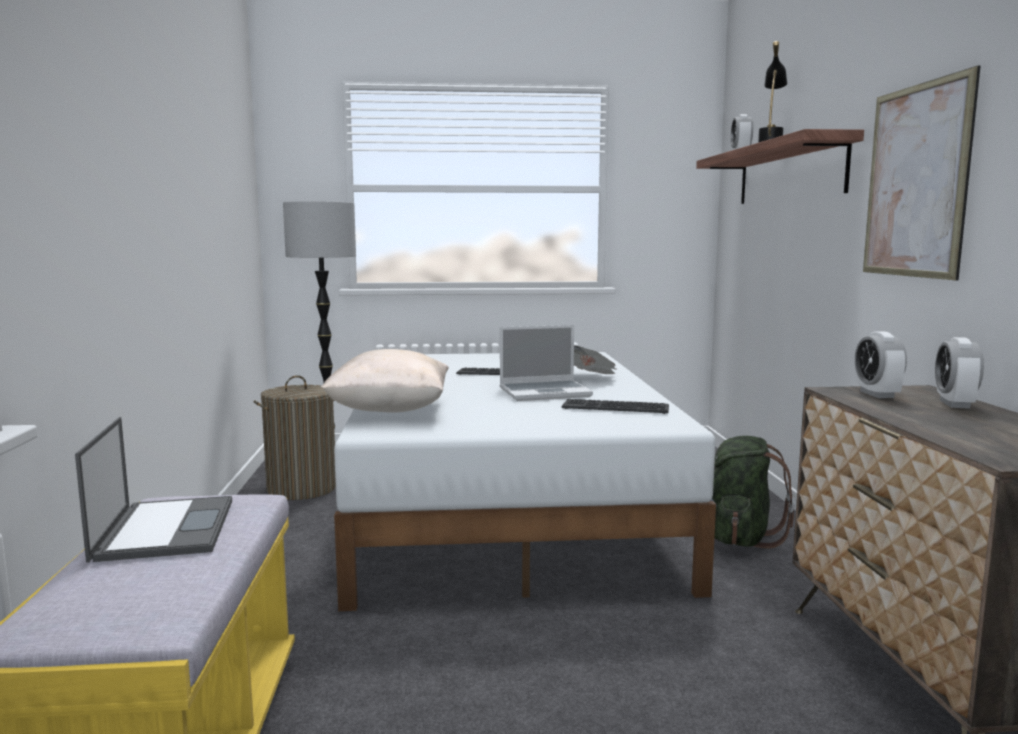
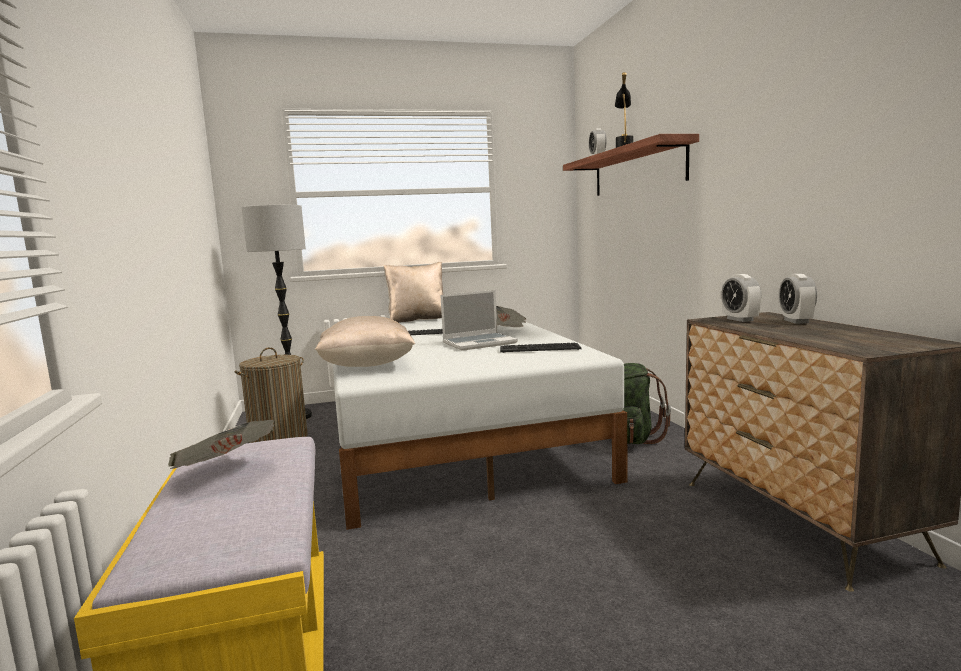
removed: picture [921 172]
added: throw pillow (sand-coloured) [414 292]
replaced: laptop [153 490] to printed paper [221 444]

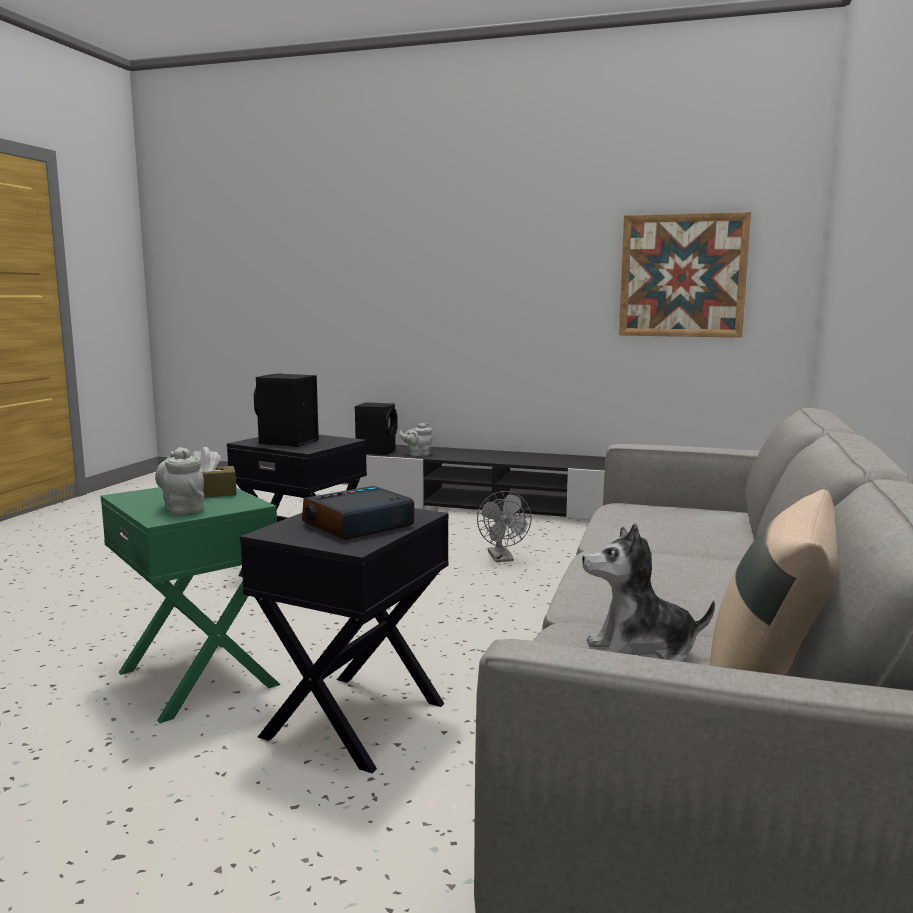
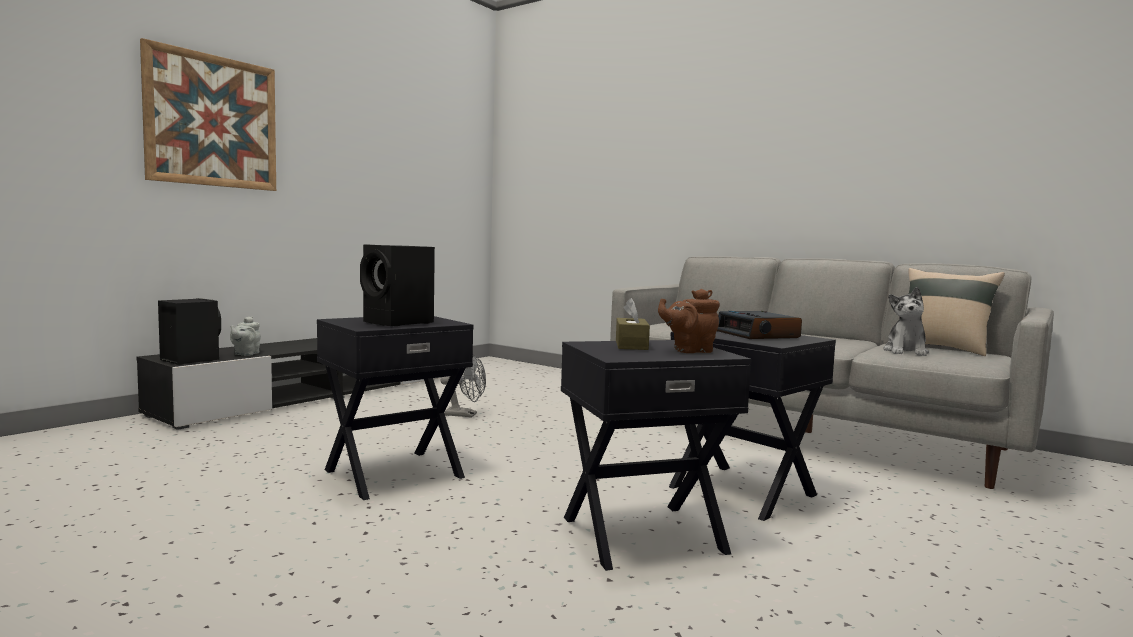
moved: picture [685 275] to [208 114]
recoloured: side table (green-coloured) [191 605] to side table (blackish) [656 455]; pot for tea (greyish) [180 481] to pot for tea (brownish) [689 321]

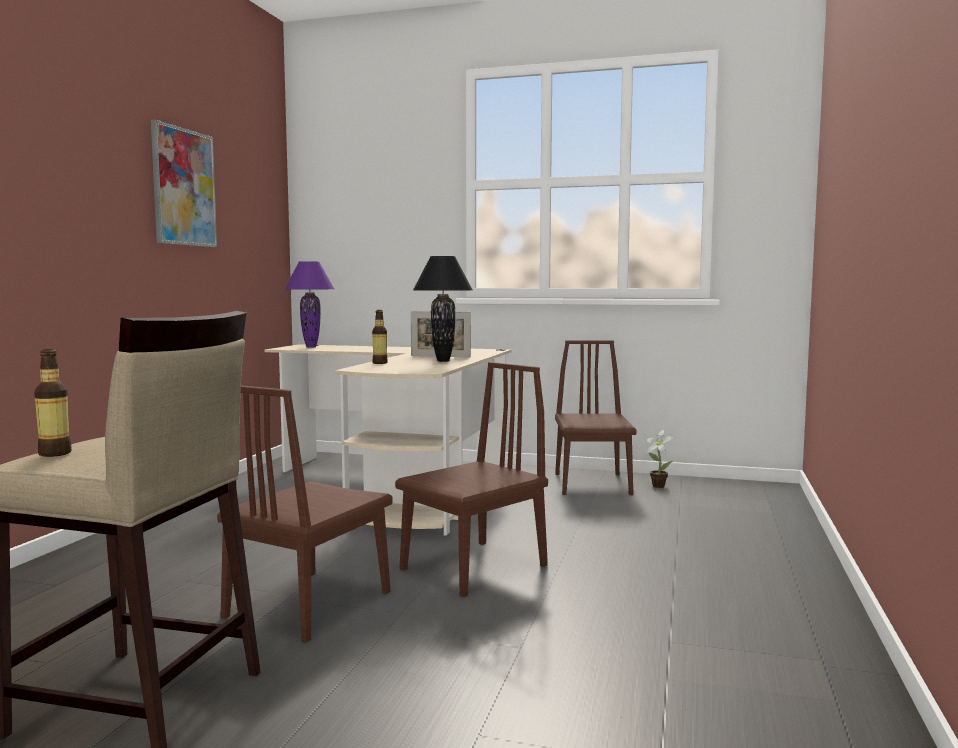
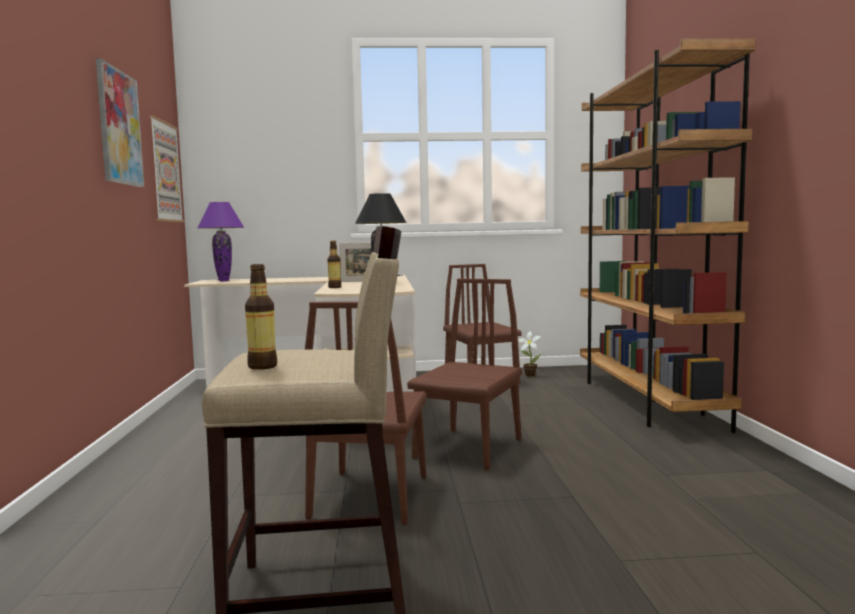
added: picture [166 168]; bookcase (brownish) [668 235]

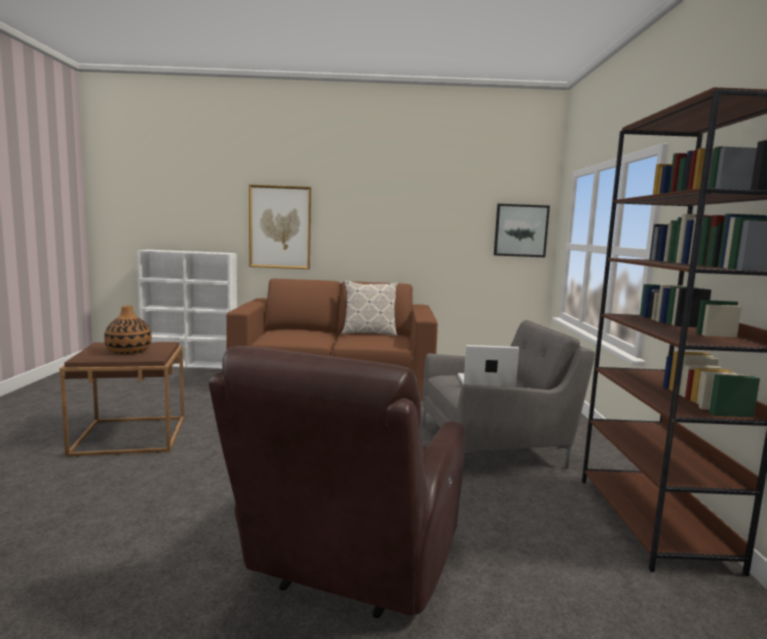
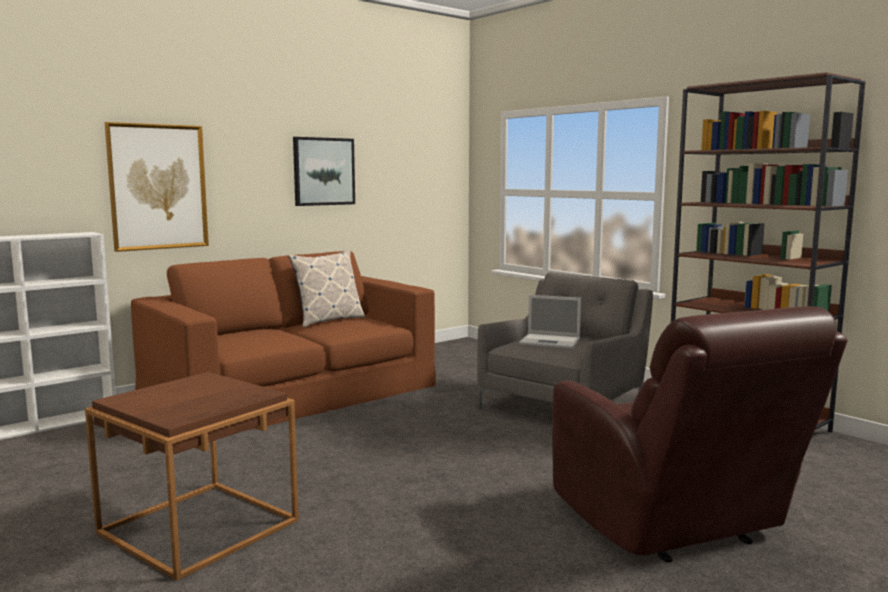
removed: decorative vase [128 330]
moved: picture [522 230] to [324 171]
turned: laptop [488 366] = [550 322] 120 degrees counterclockwise

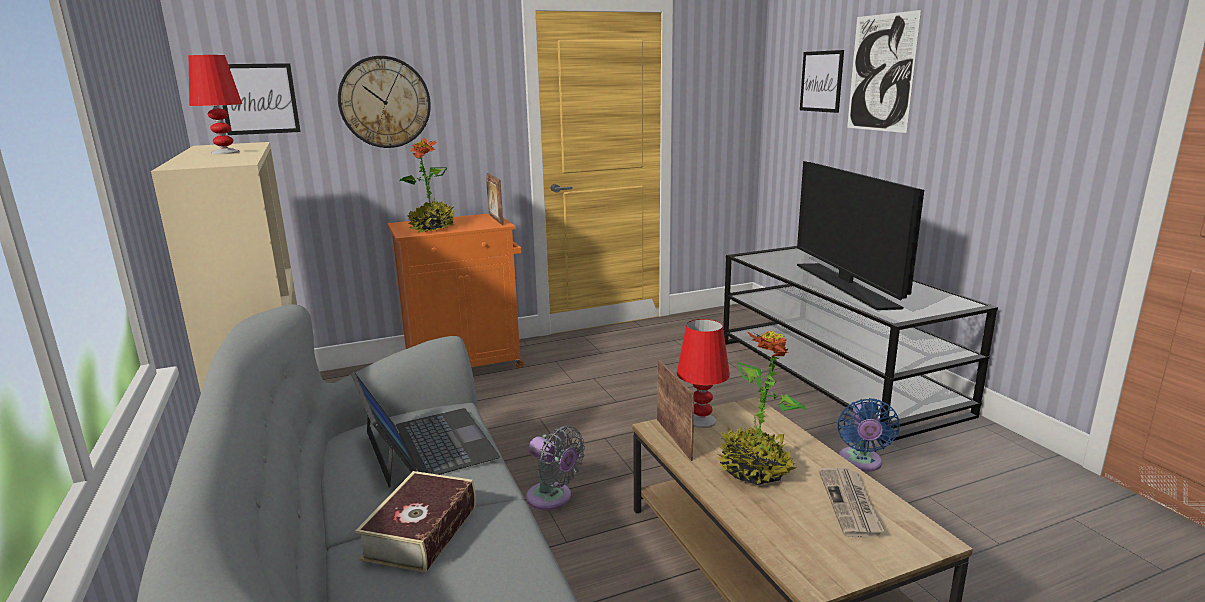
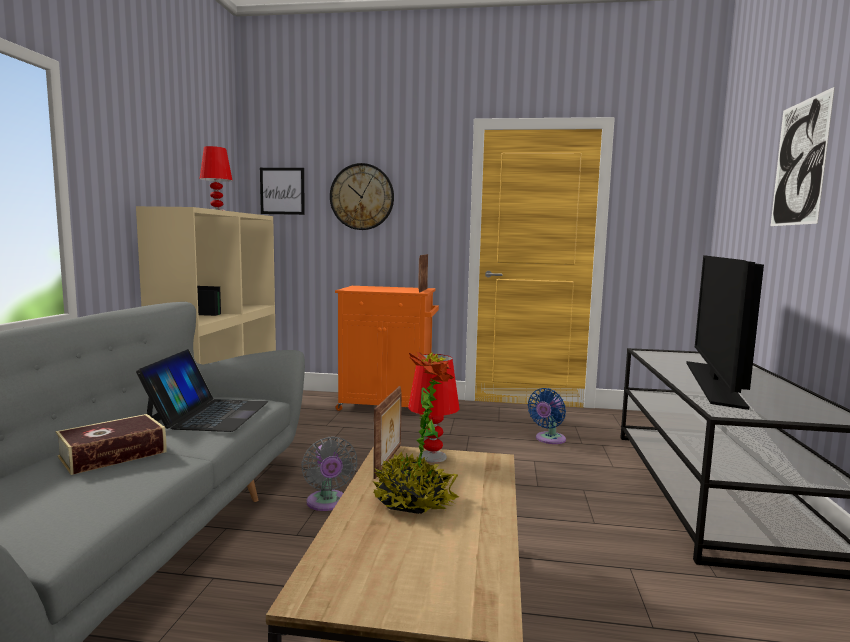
removed: potted plant [427 185]; picture [822 81]; printed paper [851 503]
moved: electric fan (blue-coloured) [869 435] to [547 416]

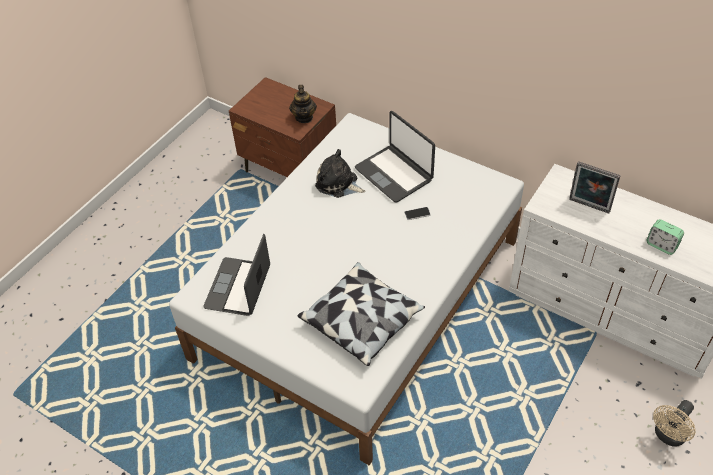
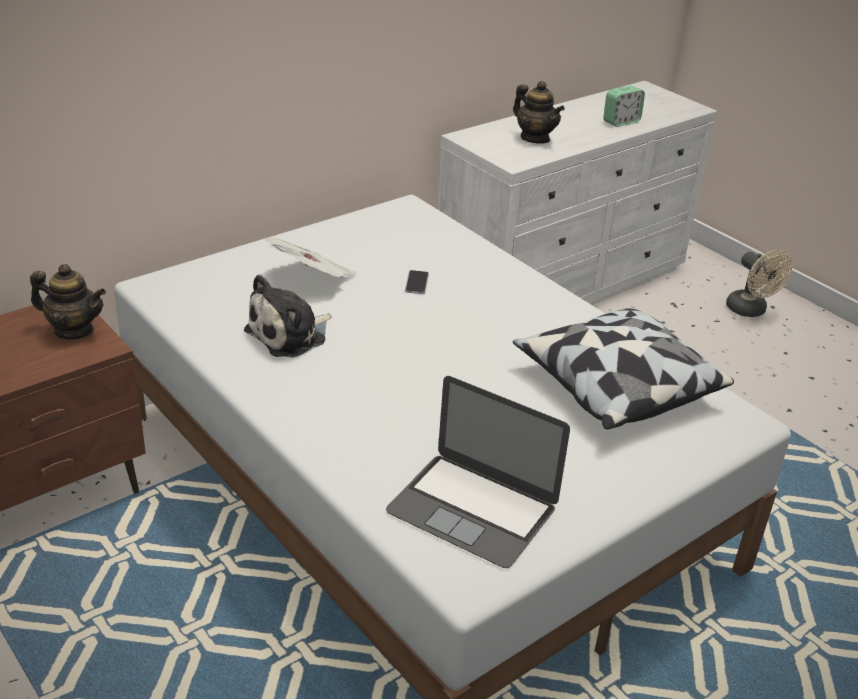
replaced: laptop [395 157] to printed paper [311 257]; photo frame [595 187] to pot for tea [539 112]

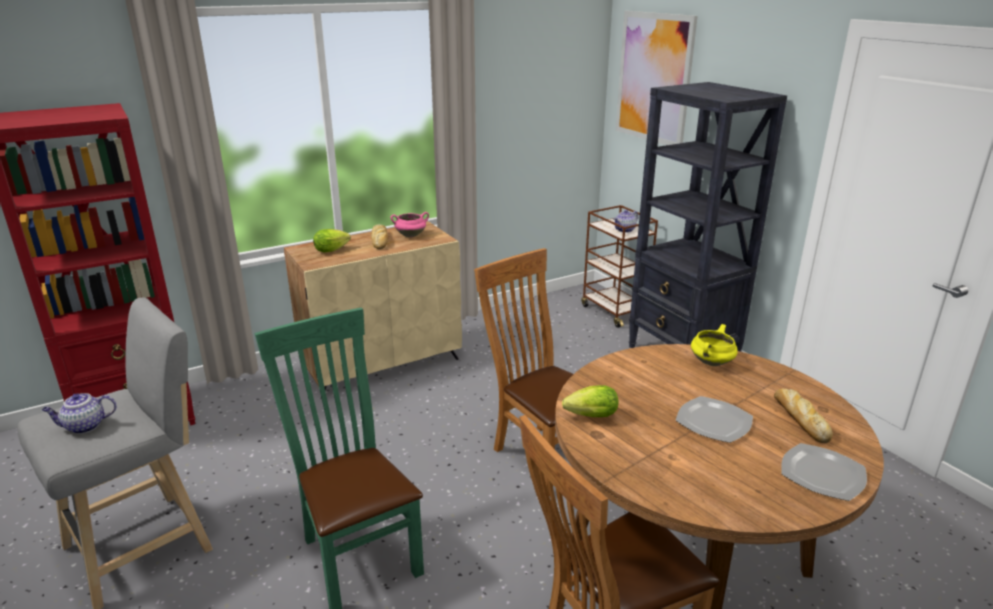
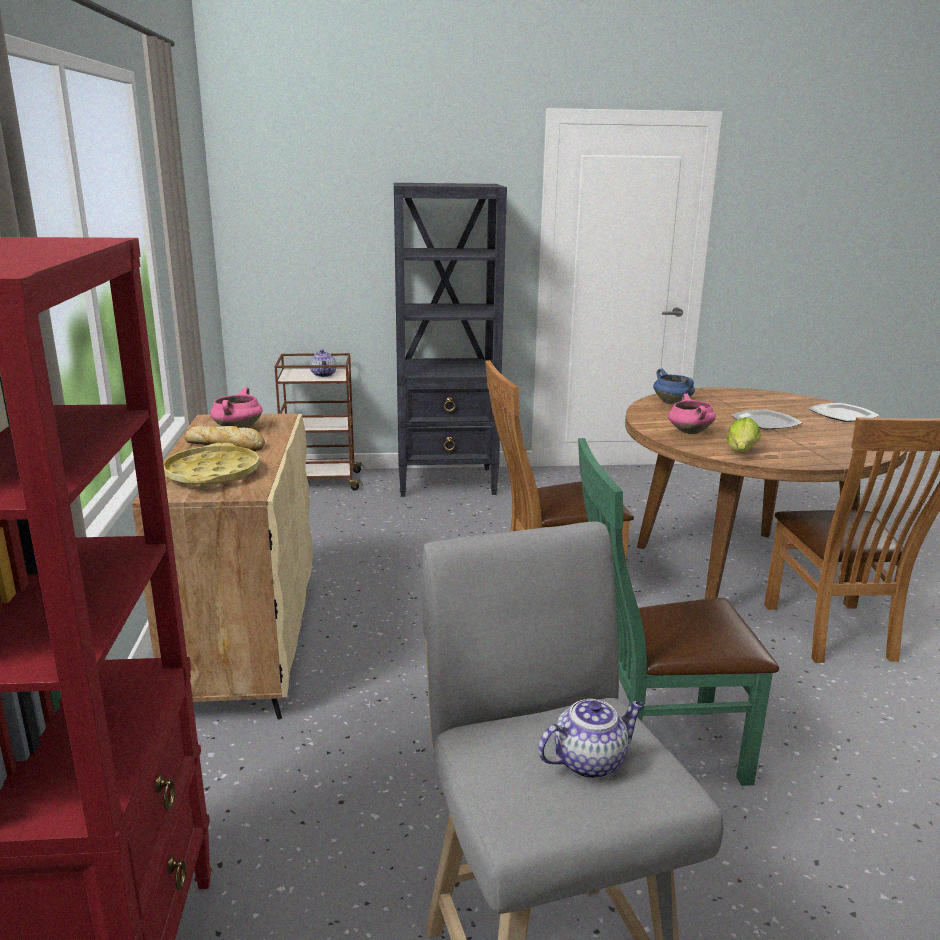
removed: picture [657 78]; bakery bread [803 415]
added: stockpot (pink) [692 414]
replaced: lettuce head [332 240] to serving tray (yellow) [211 464]
recoloured: stockpot (yellow) [714 345] to stockpot (blue-coloured) [674 387]
turned: pot for tea [79 413] = [591 739] 120 degrees counterclockwise

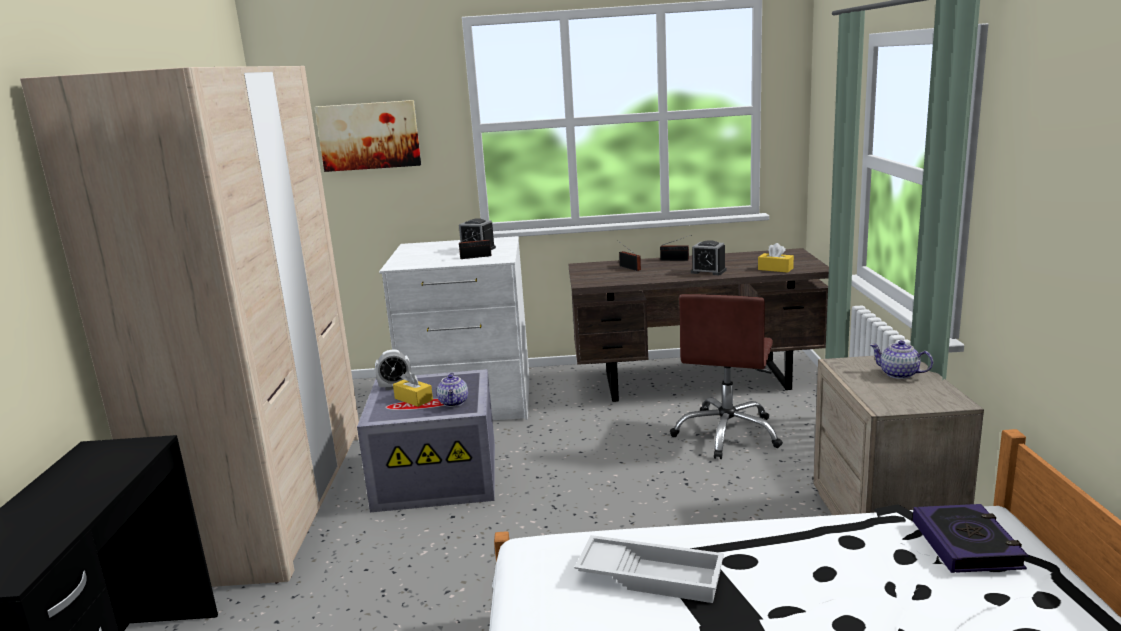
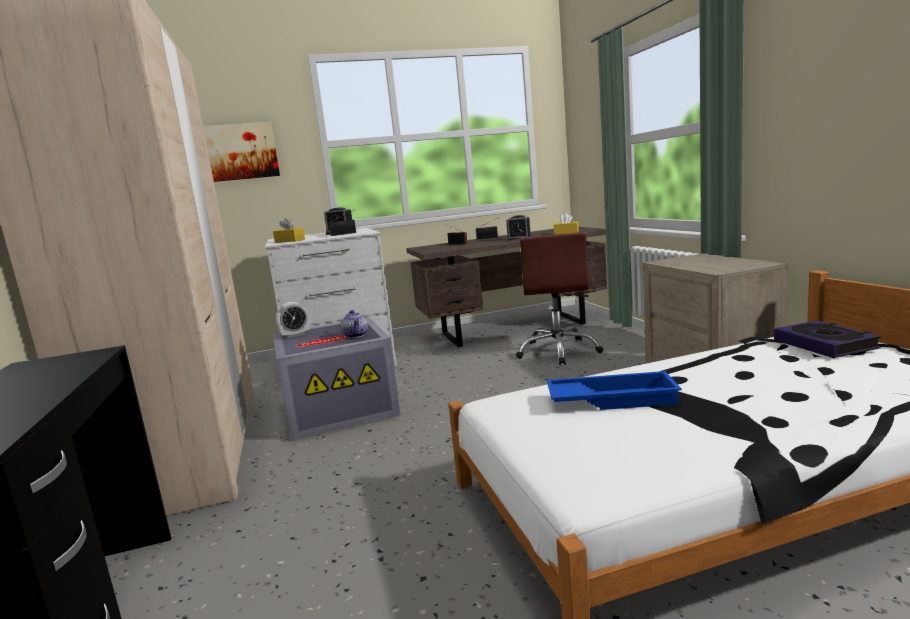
removed: pot for tea [901 359]
moved: tissue holder (yellow) [413 388] to [289 230]
recoloured: serving tray (white-coloured) [649 569] to serving tray (blue-coloured) [614 390]

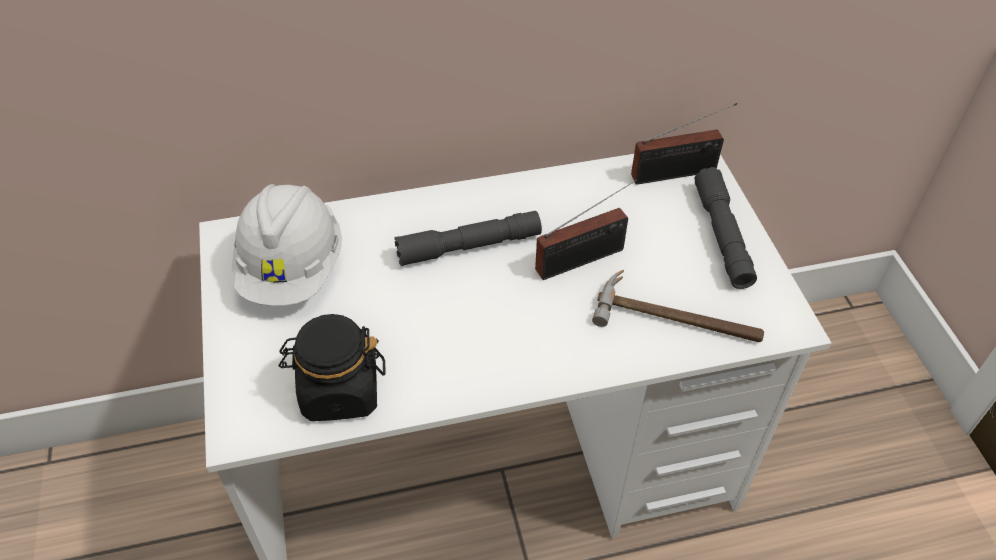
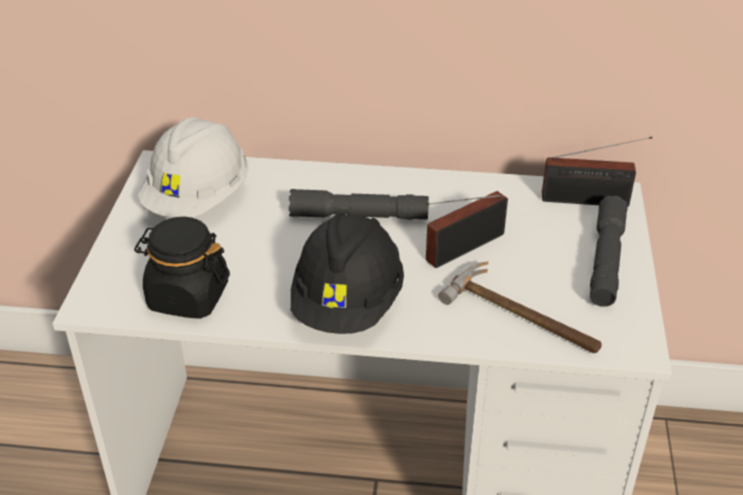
added: work helmet (blackish) [347 273]
turned: radio [586 229] = [467 229] 150 degrees clockwise

